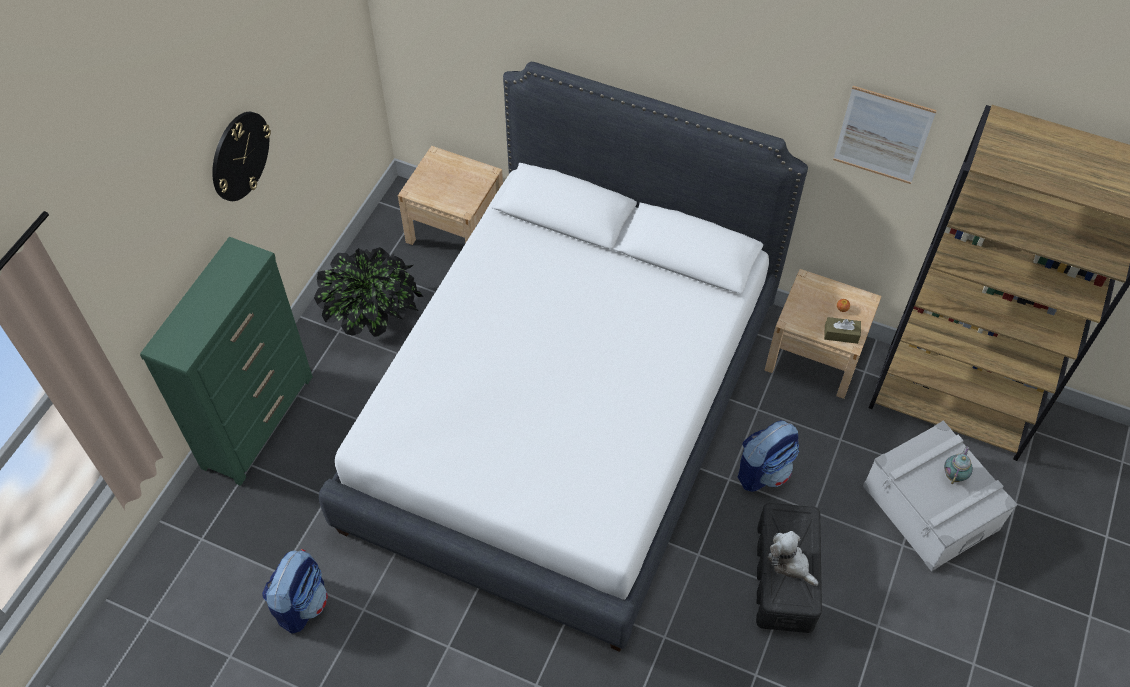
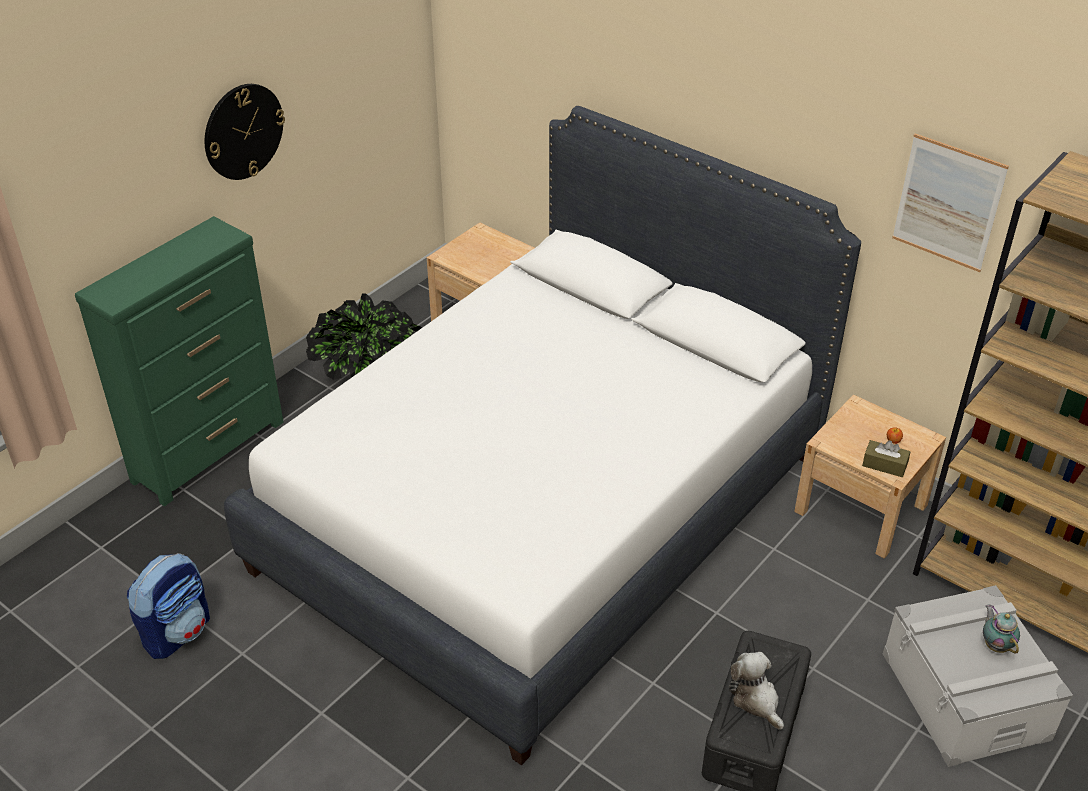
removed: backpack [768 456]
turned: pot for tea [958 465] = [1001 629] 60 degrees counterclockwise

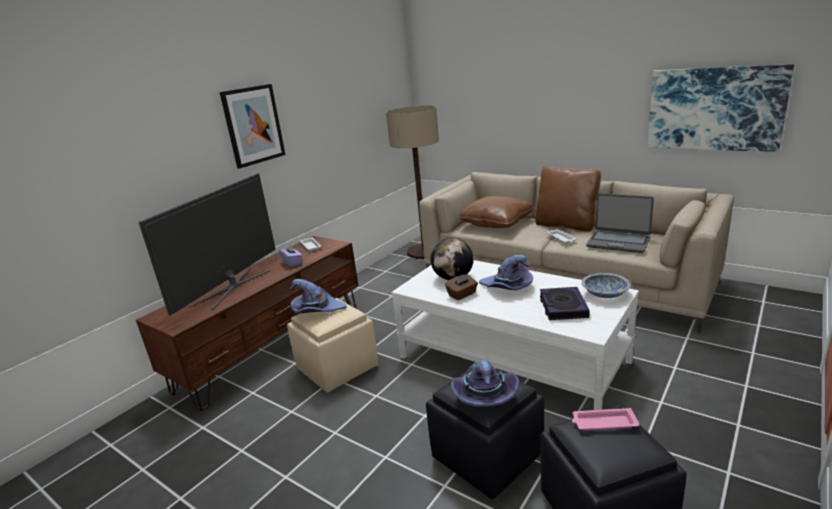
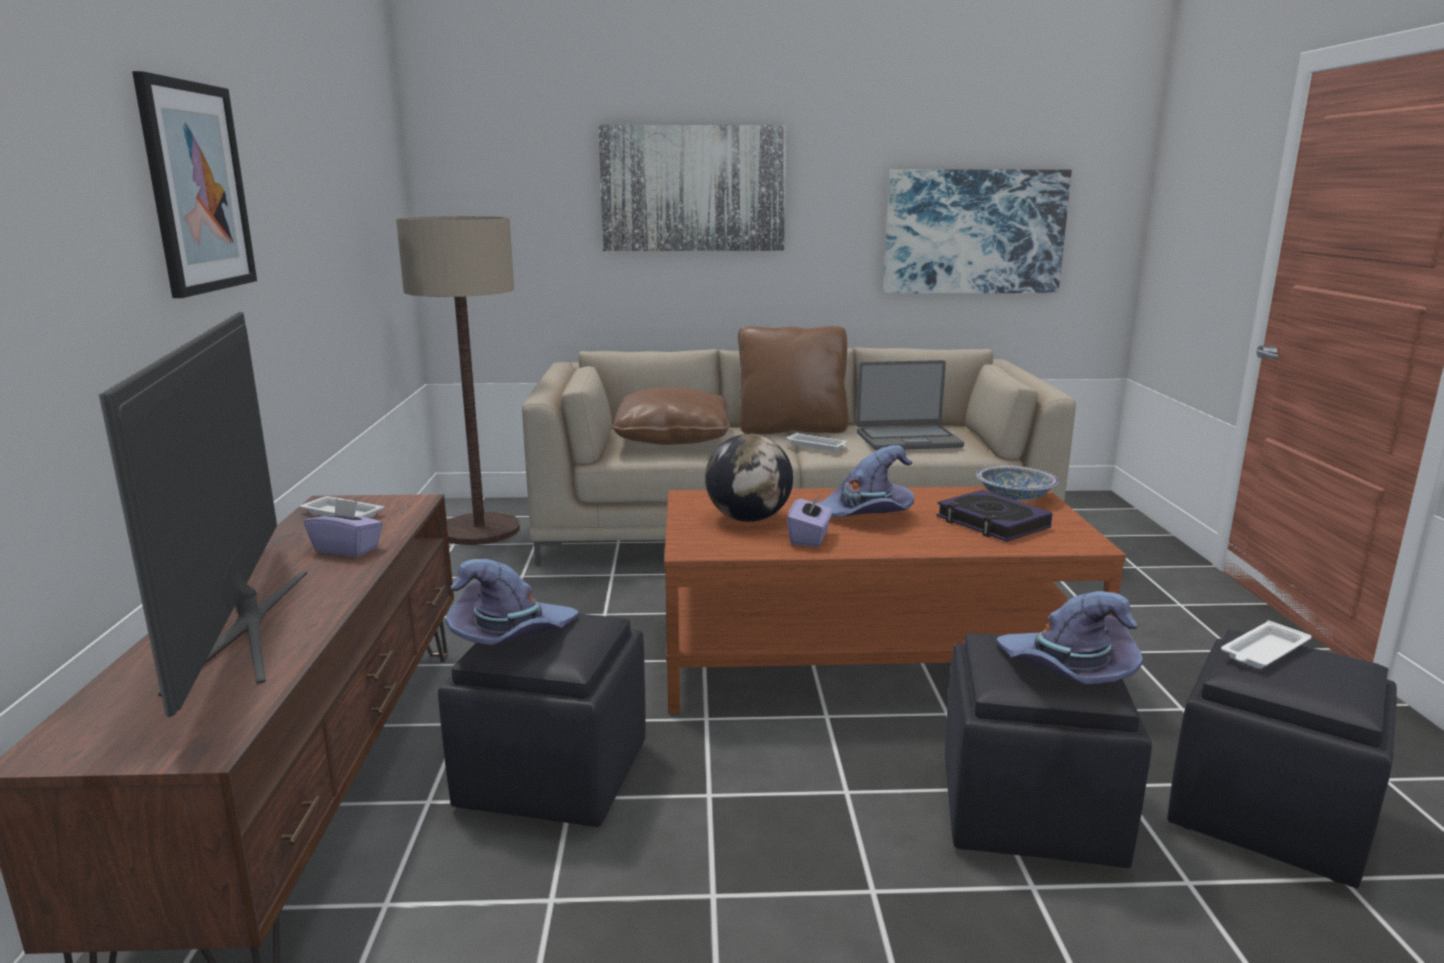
added: picture [692 188]
recoloured: footrest (sand-coloured) [333 345] to footrest (blackish) [542 720]; low table (white-coloured) [515 335] to low table (brownish) [895 600]; tissue holder (brownish) [461 287] to tissue holder (purple) [810 519]; serving tray (pink) [606 419] to serving tray (white-coloured) [1266 645]

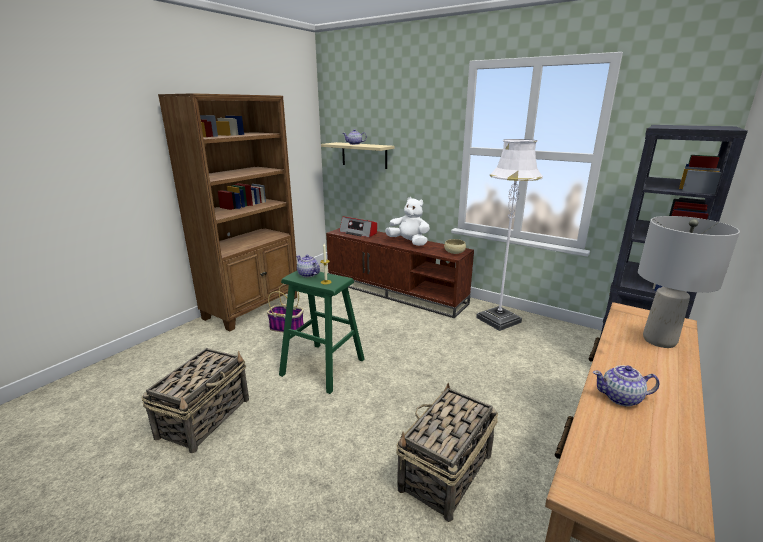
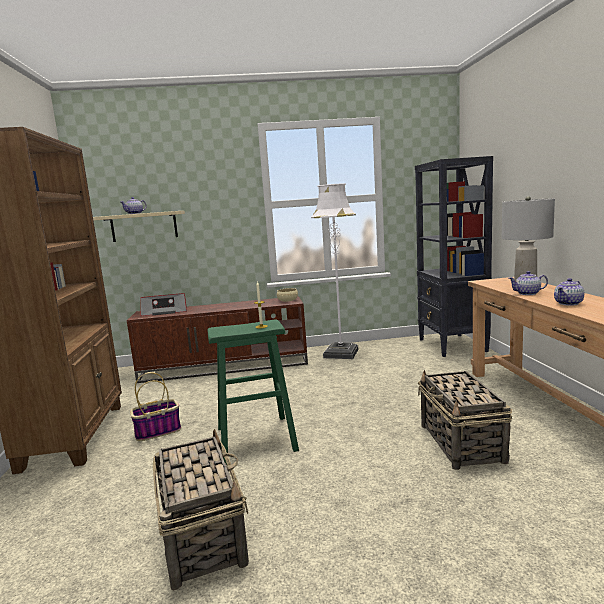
removed: soft toy (white-coloured) [407 221]
moved: pot for tea [308 266] to [528 283]

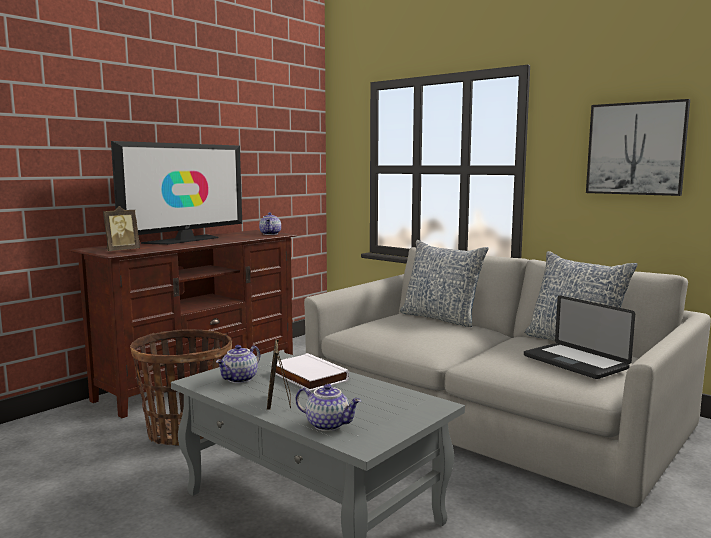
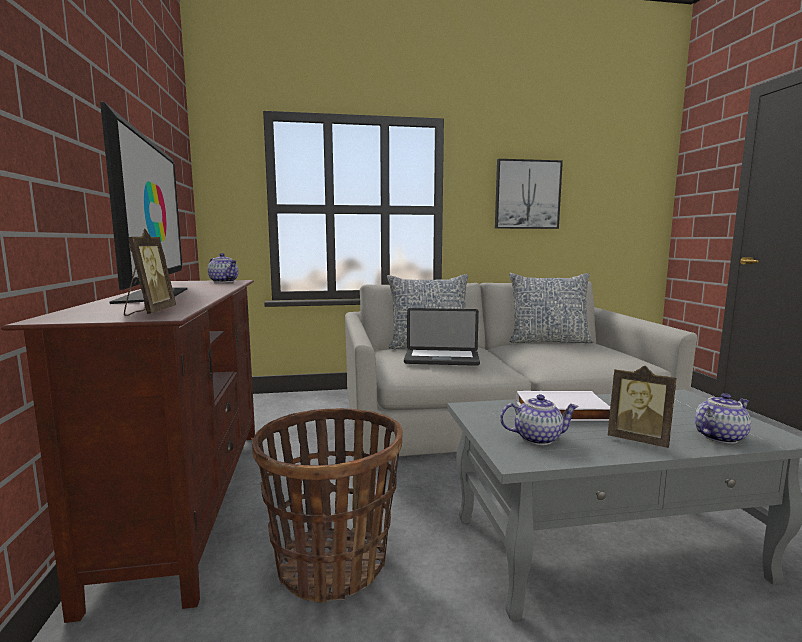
moved: laptop [579 337] to [442 337]
turned: pot for tea [238 364] = [539 419] 75 degrees counterclockwise

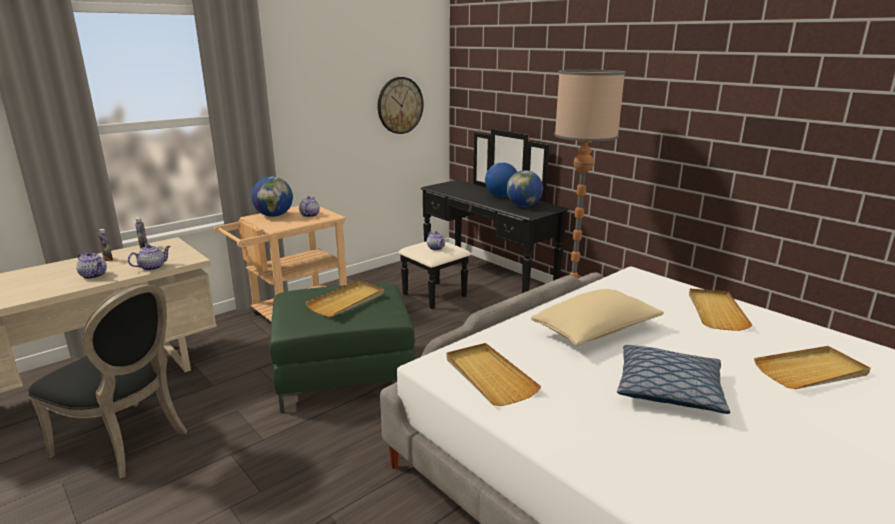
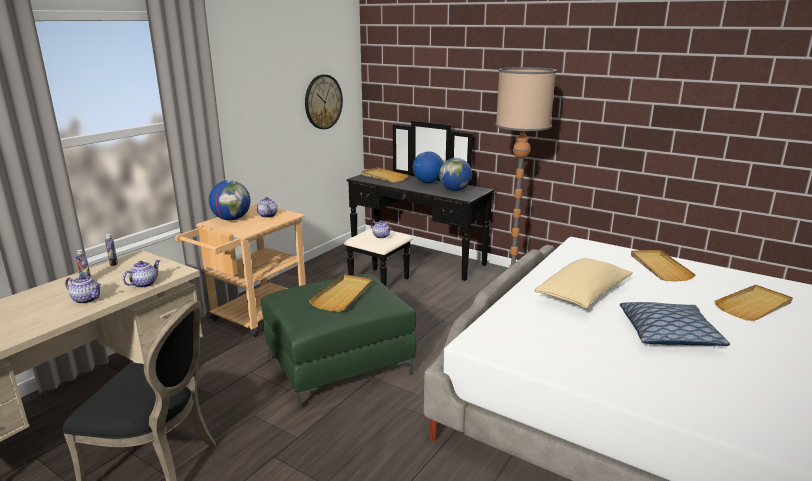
moved: serving tray (sand-coloured) [493 374] to [384 175]

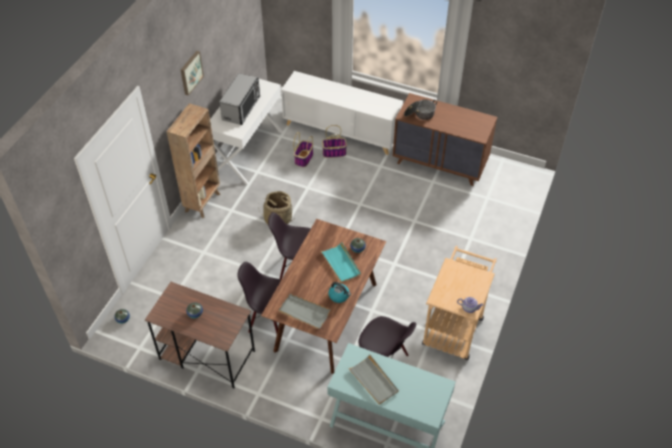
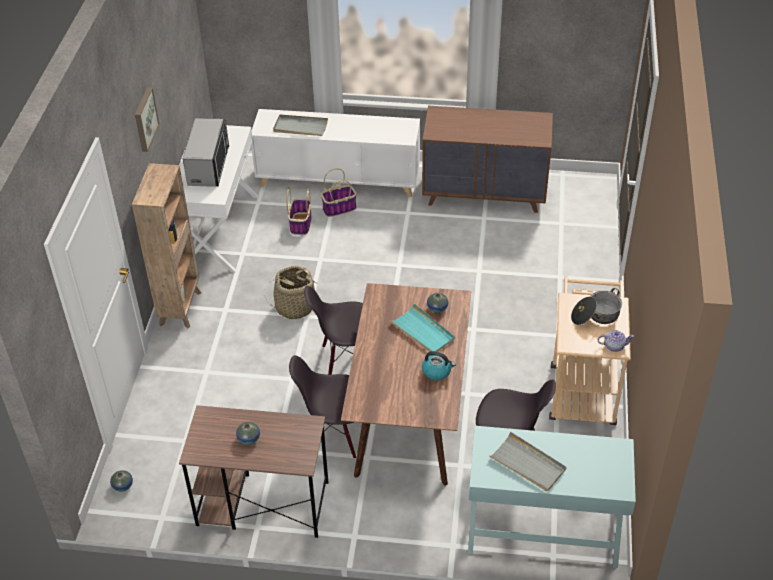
moved: serving tray (greyish) [305 311] to [300 125]; stockpot [420 110] to [596 306]

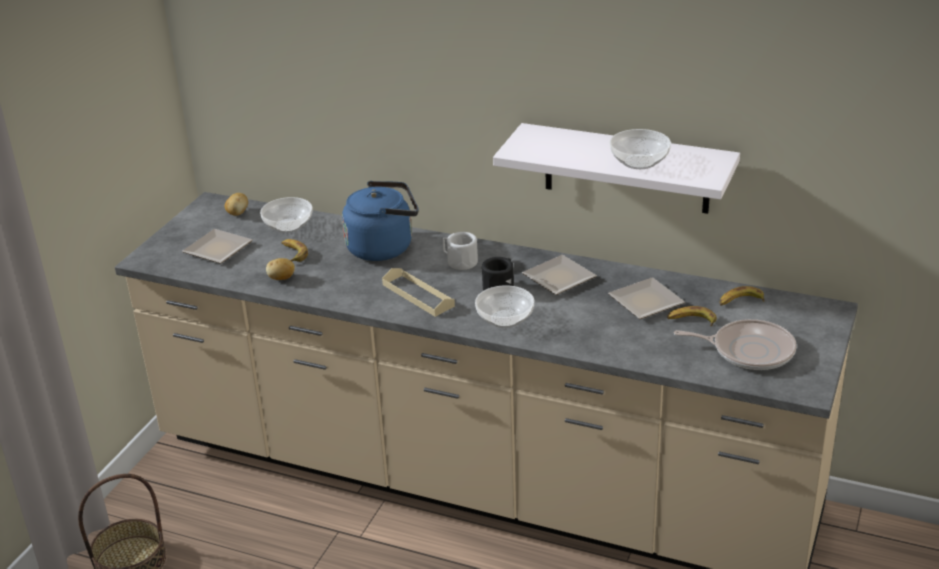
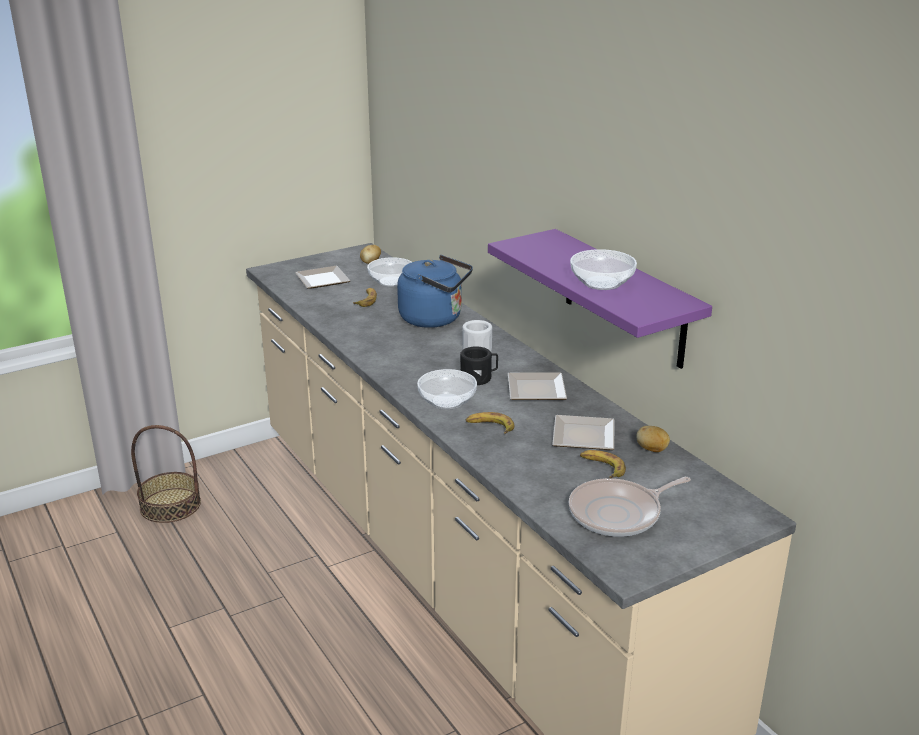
removed: serving tray (sand-coloured) [418 292]
moved: potato [280 269] to [653 439]; banana [742 296] to [490 423]
recoloured: shelf (white-coloured) [616 168] to shelf (purple) [600 299]
turned: skillet [735 344] = [630 507] 105 degrees clockwise

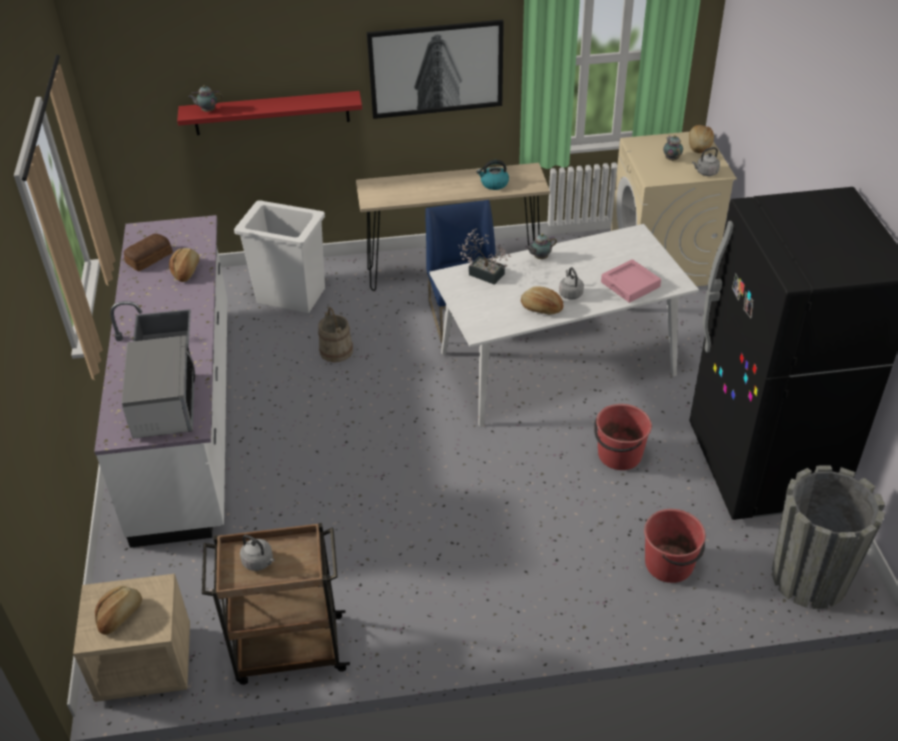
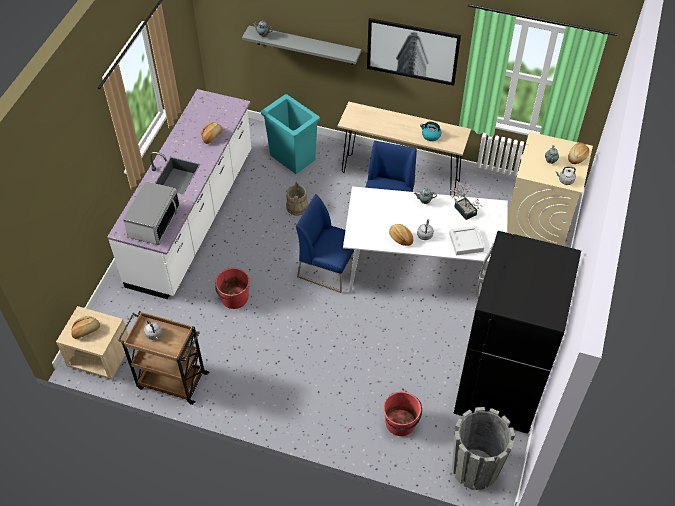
removed: bakery bread [148 252]
added: chair (blue-coloured) [327 243]
moved: potted plant [484 256] to [466 200]; bucket (reddish) [623 437] to [232 288]
recoloured: shelf (reddish) [269 113] to shelf (greyish) [301 45]; trash can (white-coloured) [279 256] to trash can (blue-green) [290 134]; serving tray (pink) [631 281] to serving tray (greyish) [466 241]

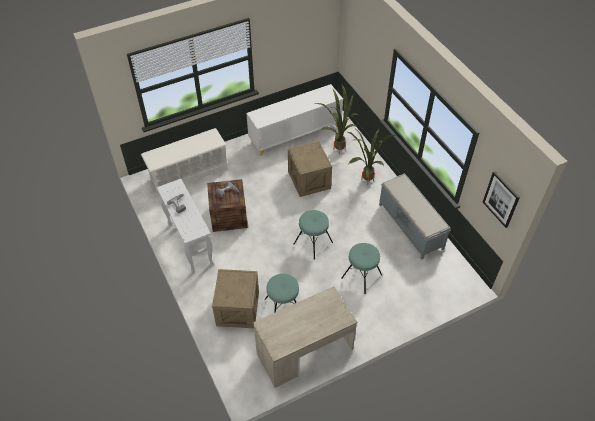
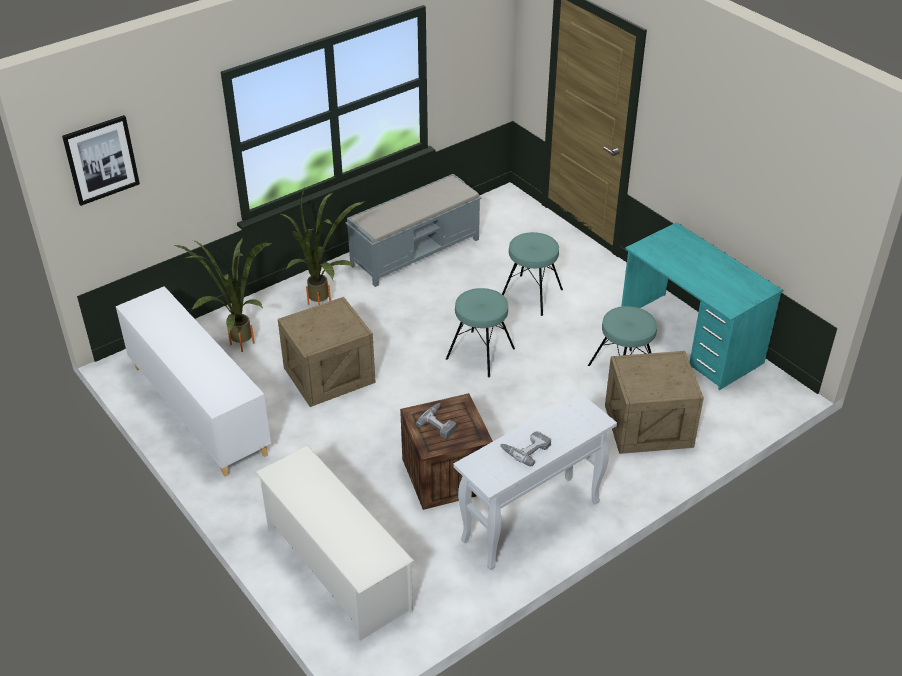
moved: picture [501 199] to [101 160]
recoloured: desk (sand-coloured) [305 337] to desk (blue-green) [702 306]

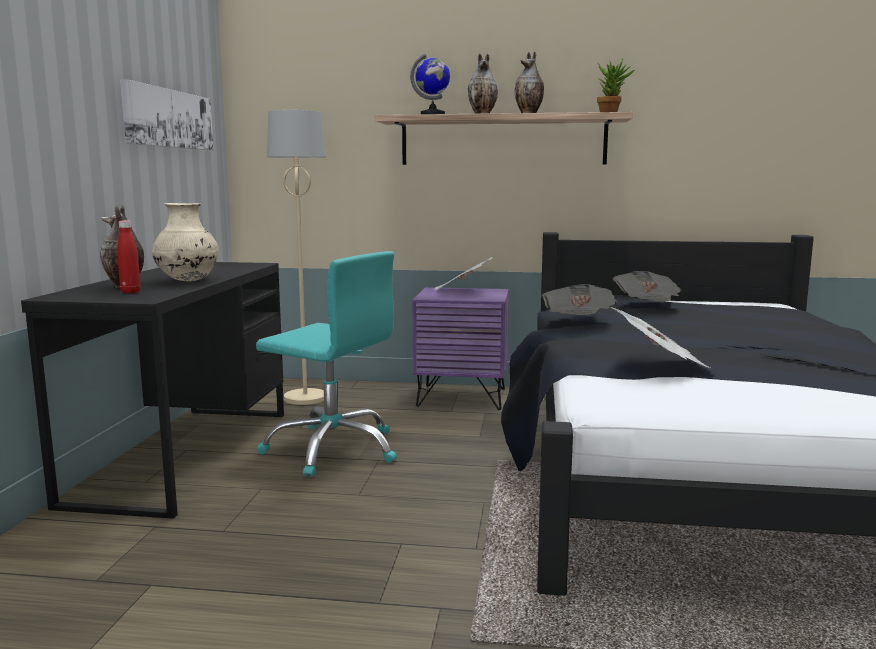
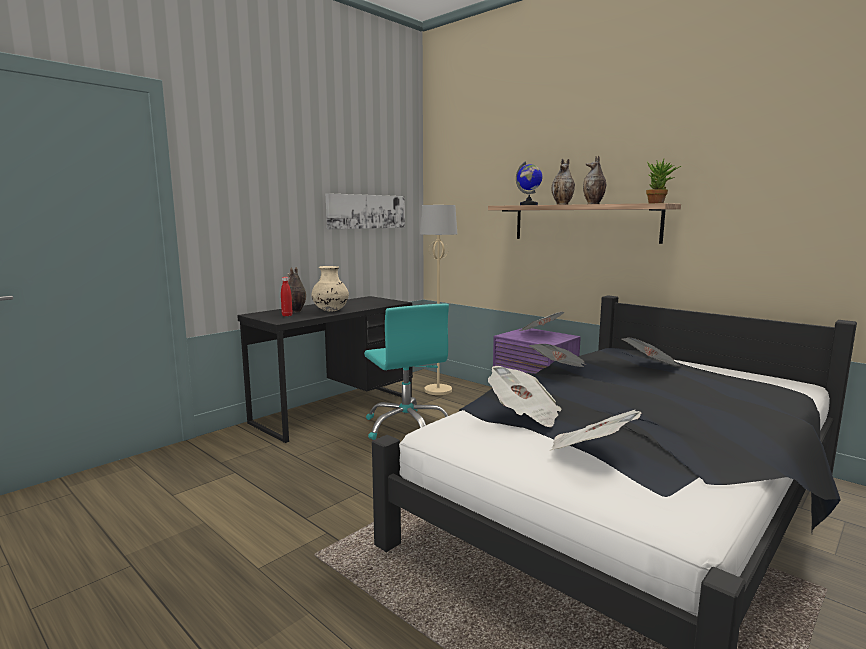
added: printed paper [595 430]

